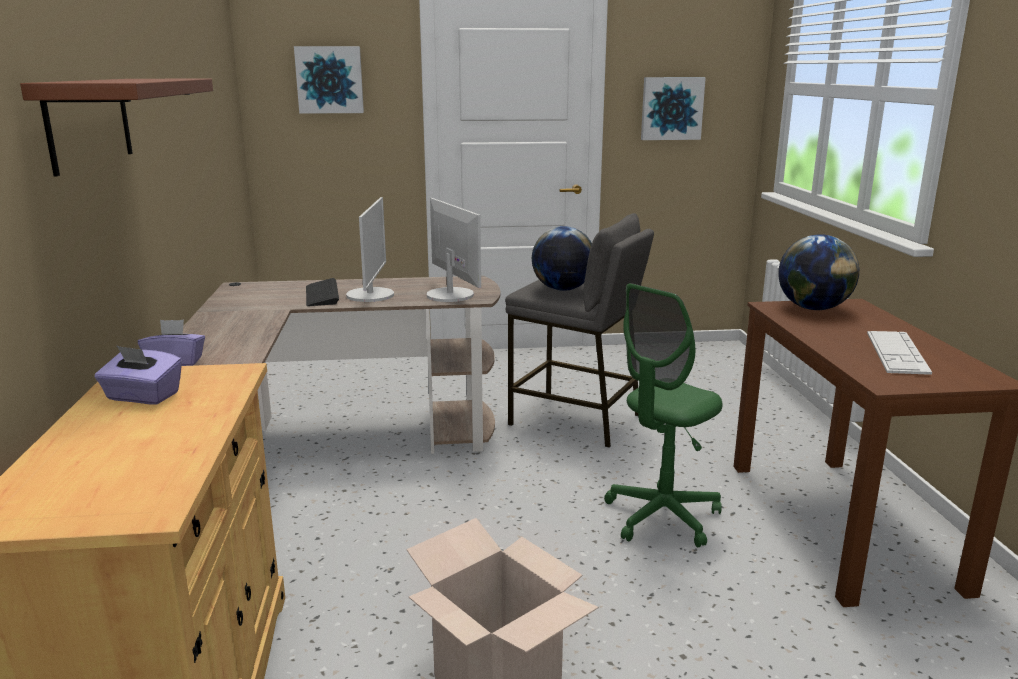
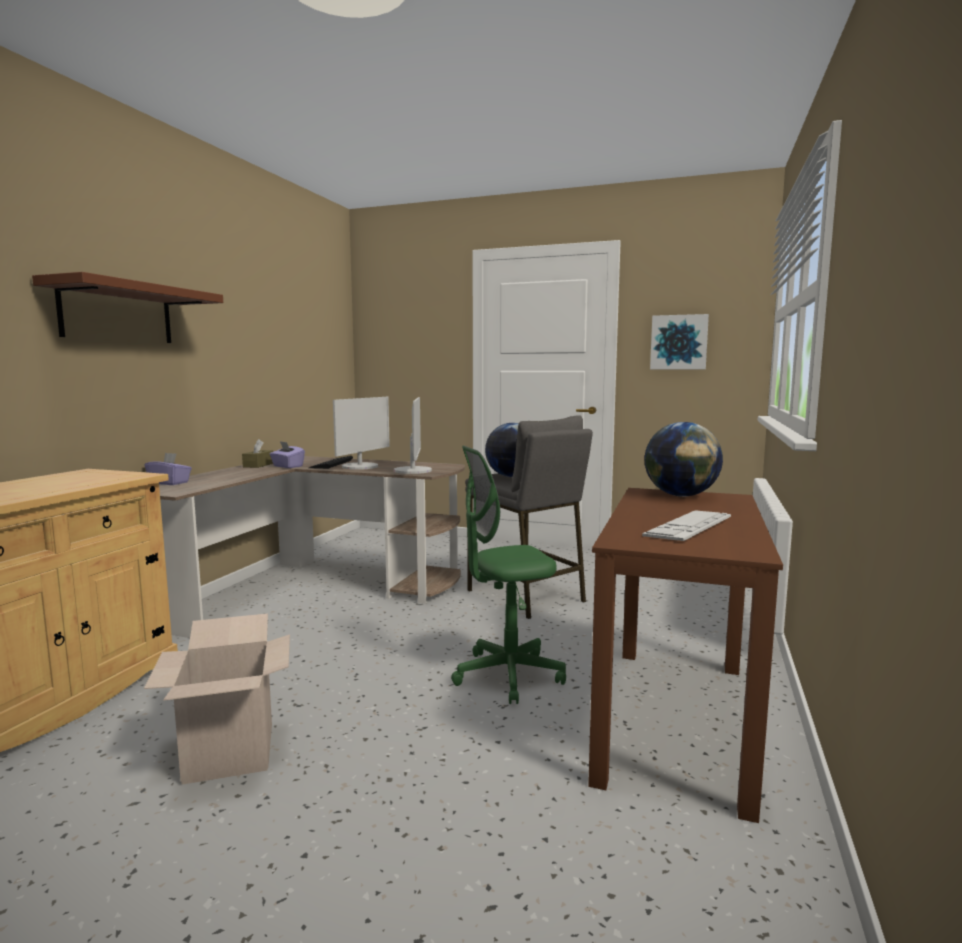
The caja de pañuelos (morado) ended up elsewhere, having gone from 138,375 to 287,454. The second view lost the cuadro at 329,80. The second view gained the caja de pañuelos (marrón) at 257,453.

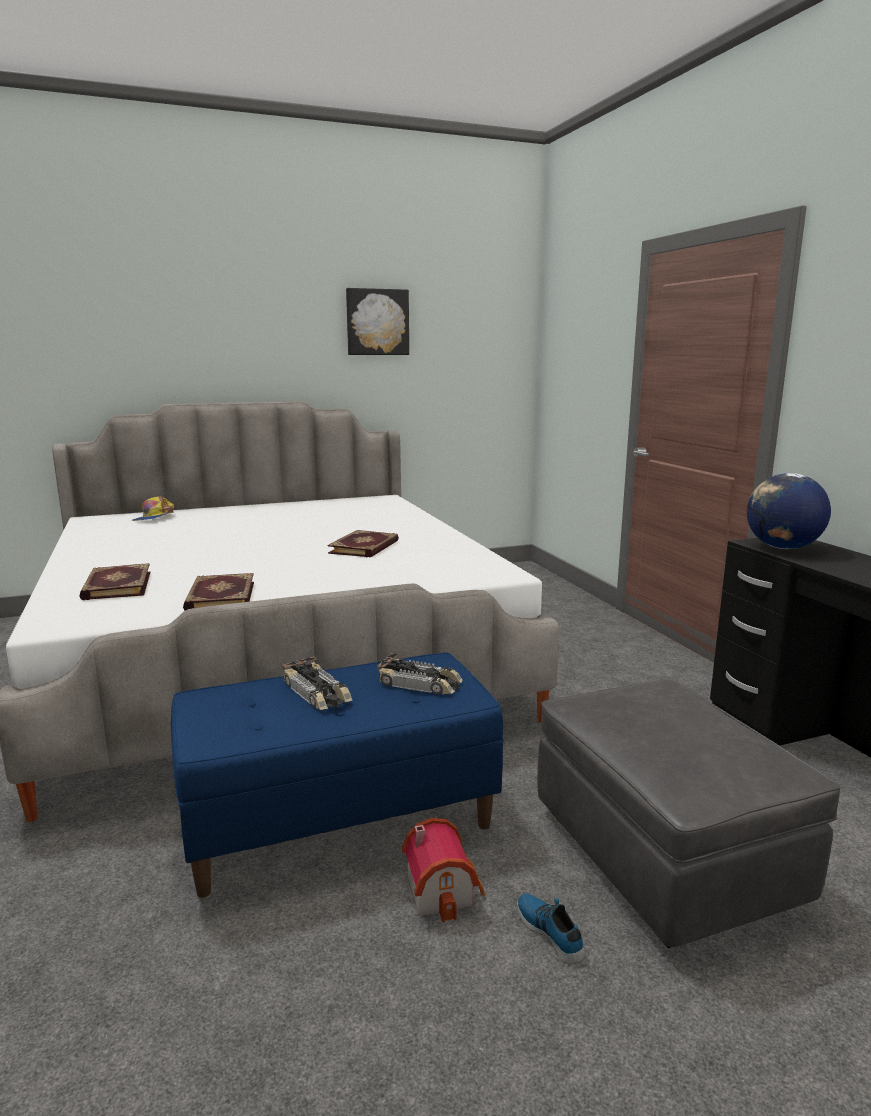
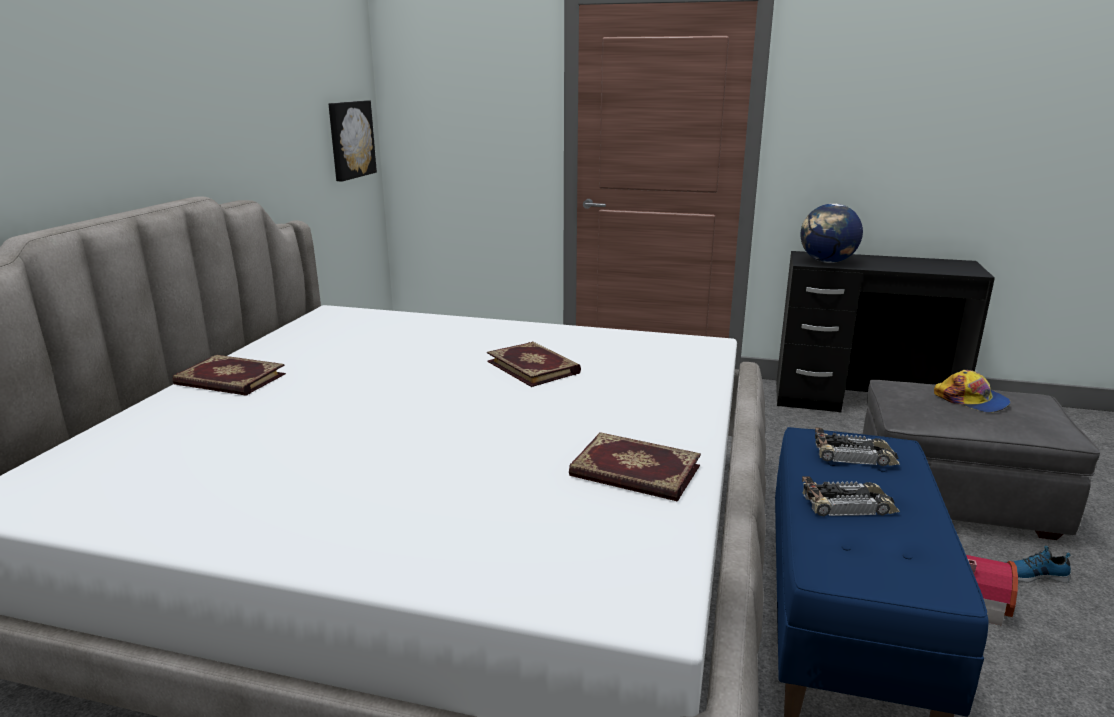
The libro ended up elsewhere, having gone from 114,581 to 229,375. The gorra ended up elsewhere, having gone from 153,508 to 972,391. The cuadro ended up elsewhere, having gone from 377,321 to 352,141. The coche de juguete at 420,673 ended up facing another way, 45 degrees clockwise from before.

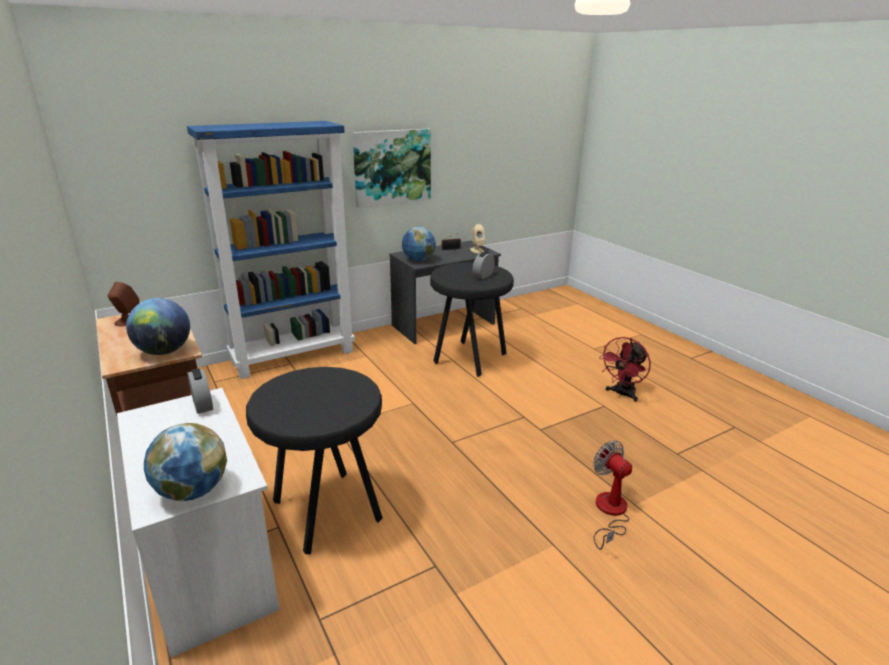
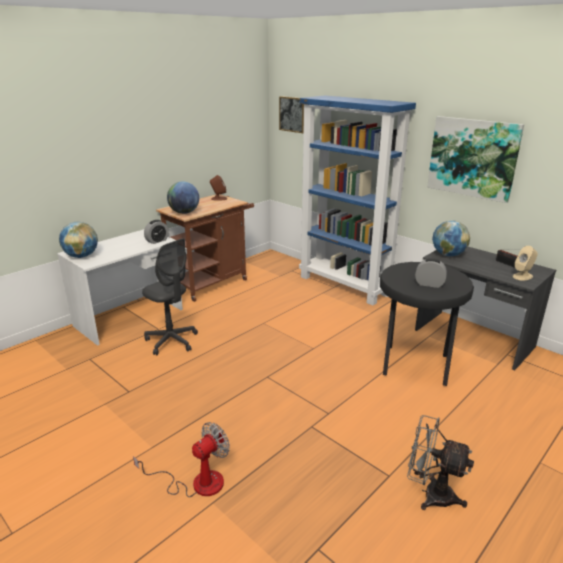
Where the taburete (negro) stood at 314,460, the silla de oficina (gris) came to stand at 170,296. What was the ventilador (rojo) at 625,369 turned into the ventilador (gris) at 440,462. The second view gained the cuadro at 291,114.

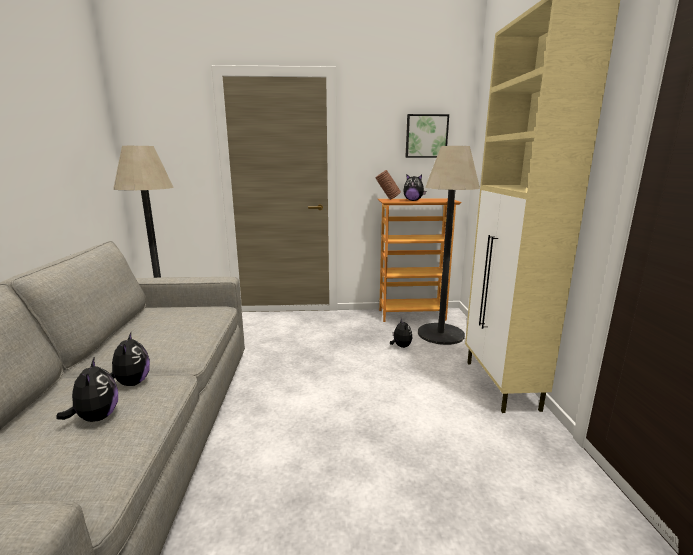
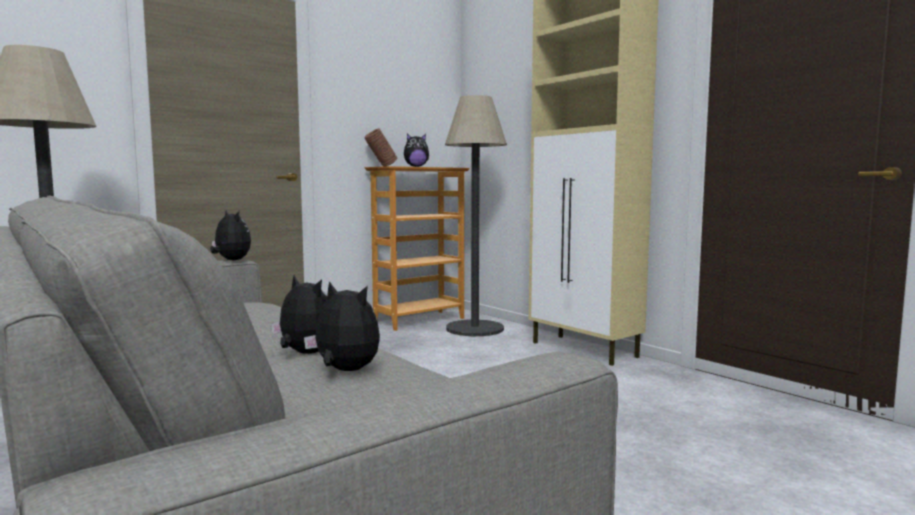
The peluche ended up elsewhere, having gone from 401,333 to 230,234. The second view lost the cuadro at 427,136.

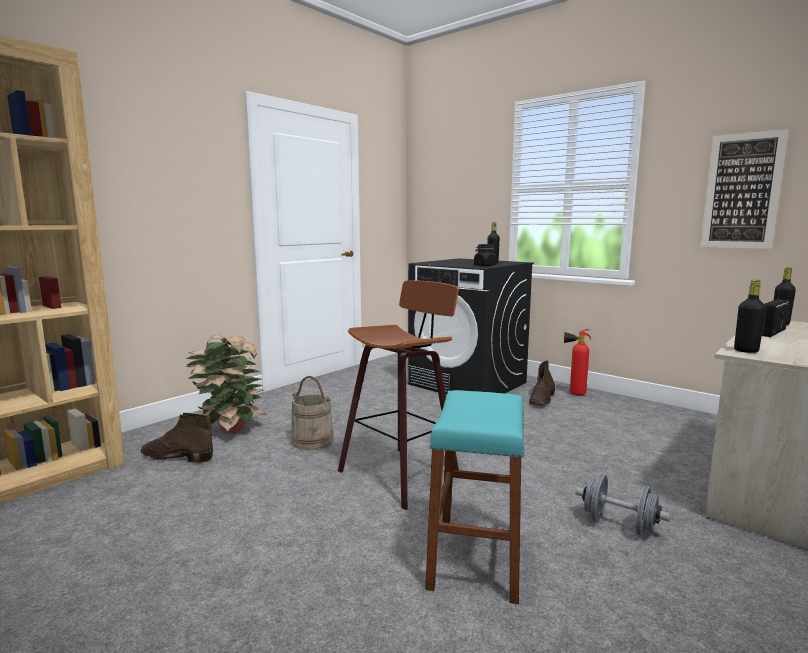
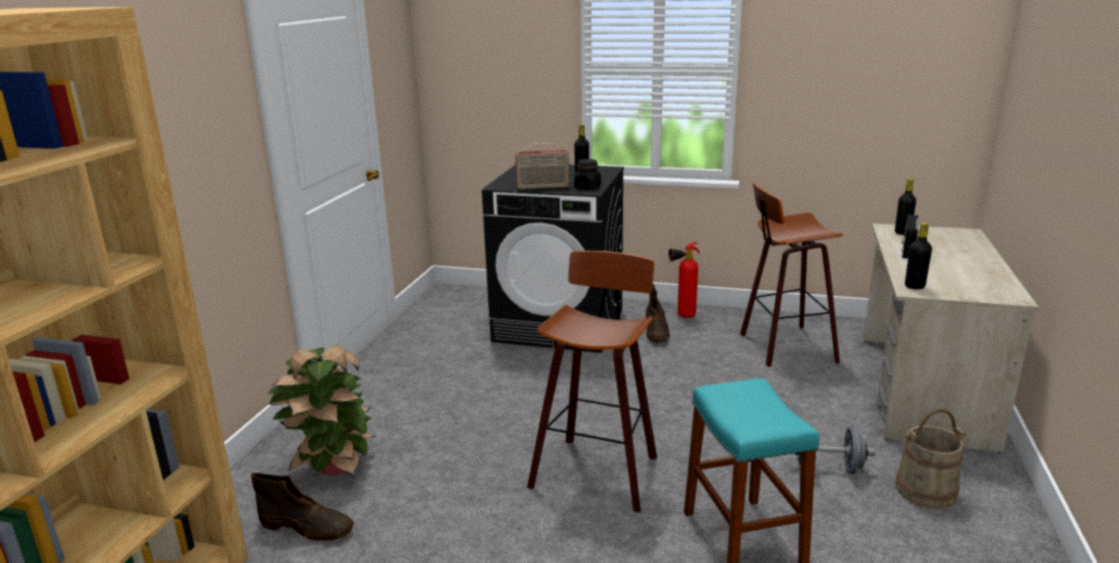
The bota (marrón) at 177,438 ended up facing another way, 150 degrees counterclockwise from before. The cubo (beis) ended up elsewhere, having gone from 312,413 to 930,459. The second view lost the cuadro at 744,189. The second view gained the radio at 542,166. The second view gained the taburete at 791,274.

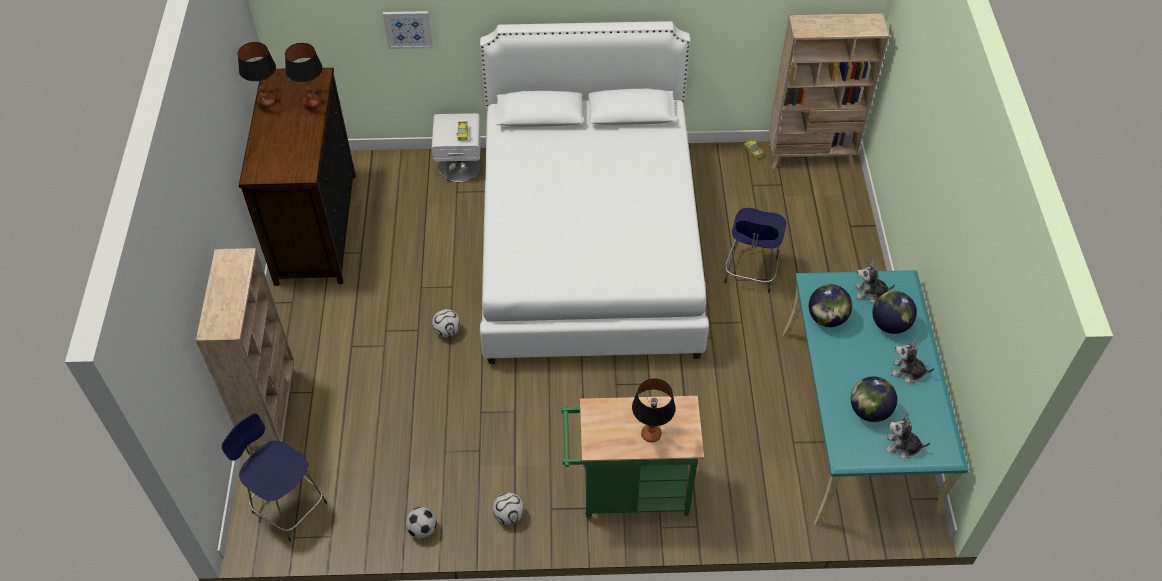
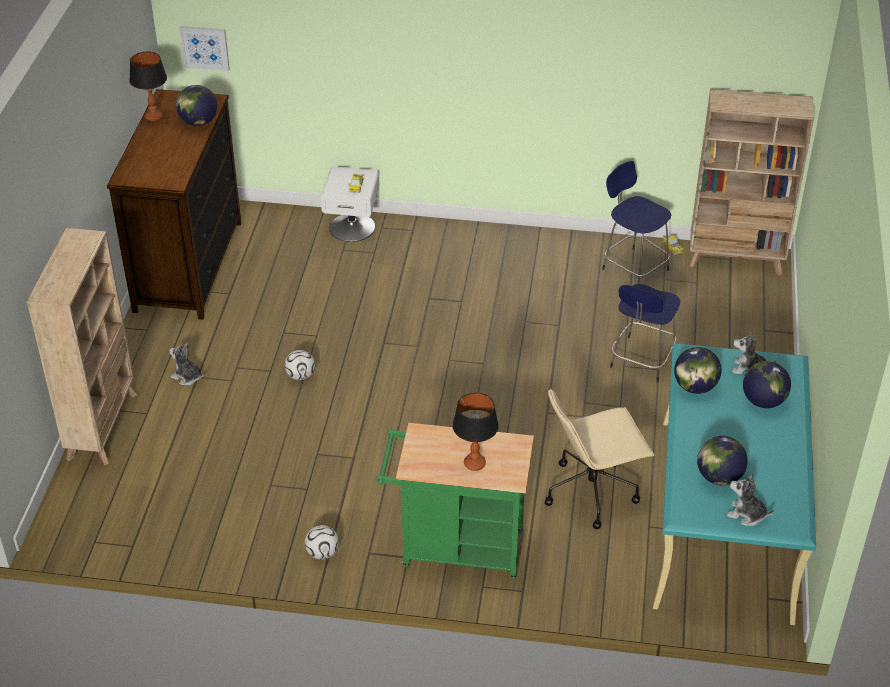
The taburete (azul) ended up elsewhere, having gone from 274,477 to 636,222. Where the lámpara de mesa stood at 304,75, the globo terráqueo came to stand at 196,105. The cuadro ended up elsewhere, having gone from 408,30 to 204,48. The second view lost the balón de fútbol at 421,523. The second view lost the cama (blanco) at 594,192. The peluche ended up elsewhere, having gone from 912,361 to 186,364. The second view gained the silla de oficina (beis) at 599,459.

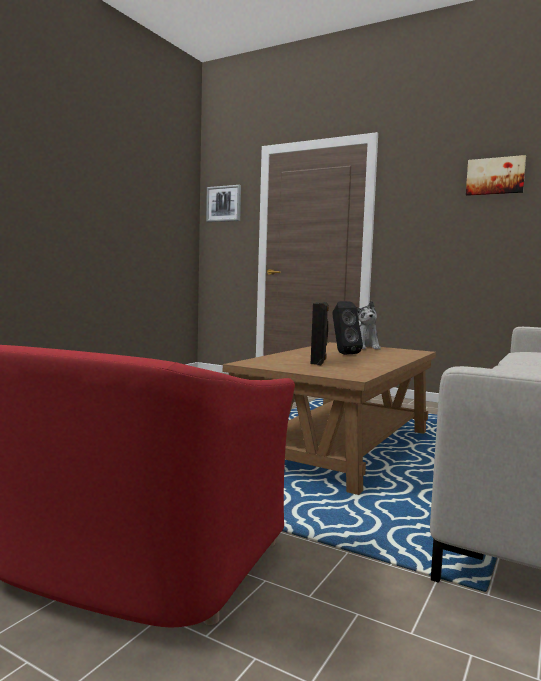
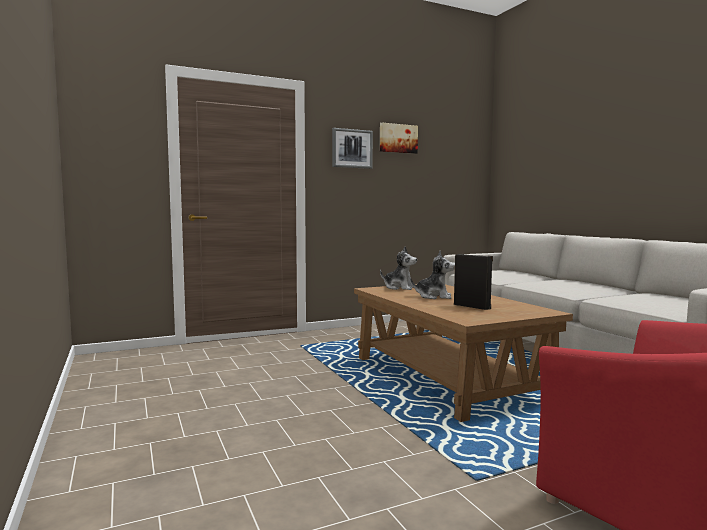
The cuadro ended up elsewhere, having gone from 223,203 to 352,148. Where the altavoz (negro) stood at 347,328, the peluche came to stand at 432,275.

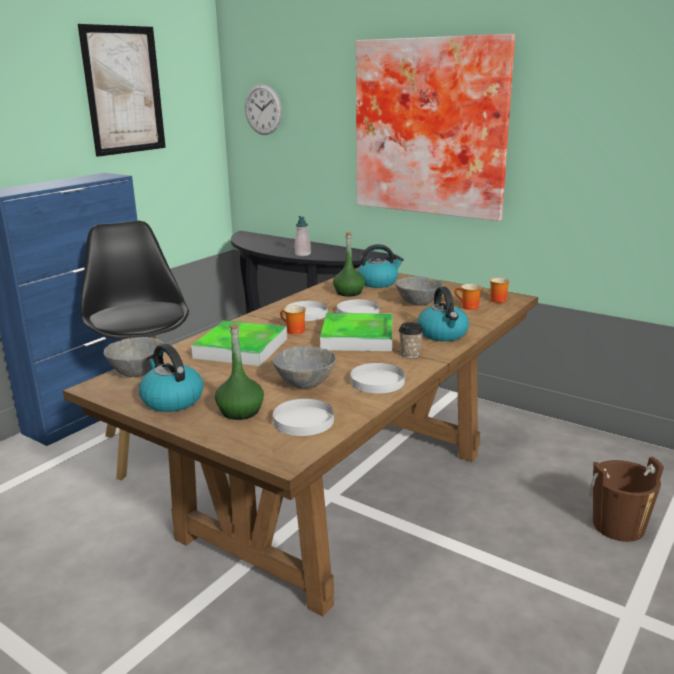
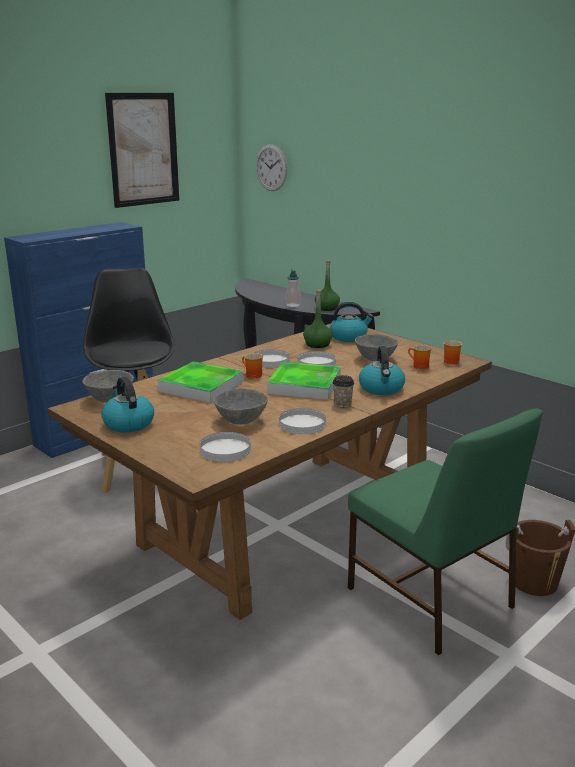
The botella (verde) ended up elsewhere, having gone from 239,372 to 327,285. The second view lost the cuadro at 435,127. The second view gained the silla (verde) at 445,531.

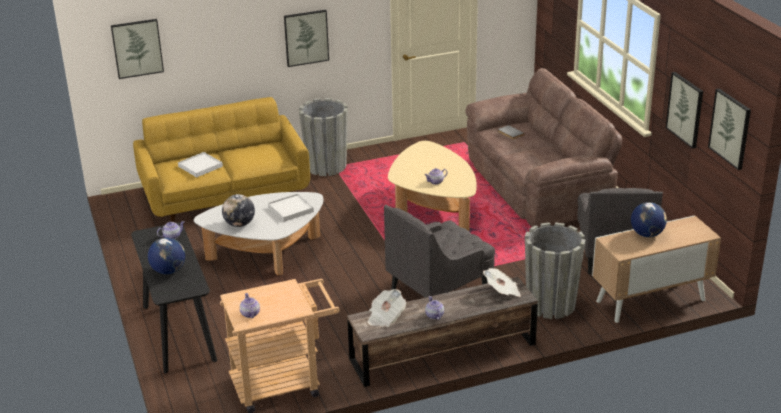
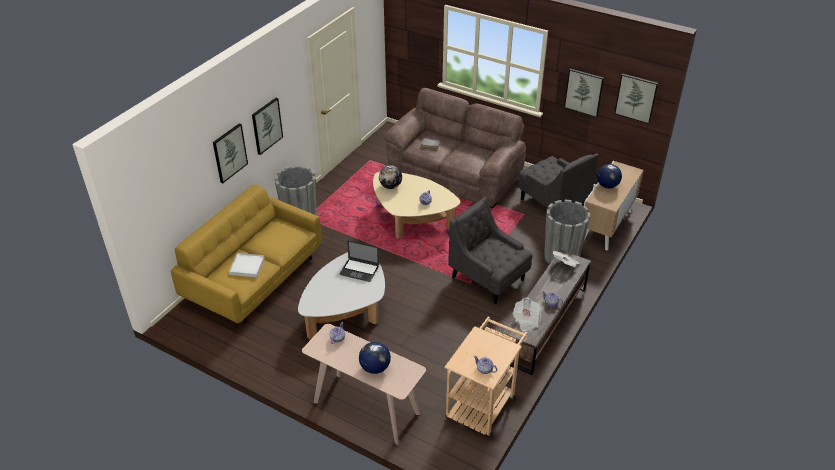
The cuadro ended up elsewhere, having gone from 137,49 to 230,153. What was the mesa consola (negro) at 174,298 turned into the mesa consola (beis) at 364,384. The globo terráqueo ended up elsewhere, having gone from 238,210 to 390,177. Where the bandeja (blanco) stood at 291,208, the portátil came to stand at 359,261. The sillón (gris) at 439,251 ended up facing another way, 120 degrees clockwise from before.

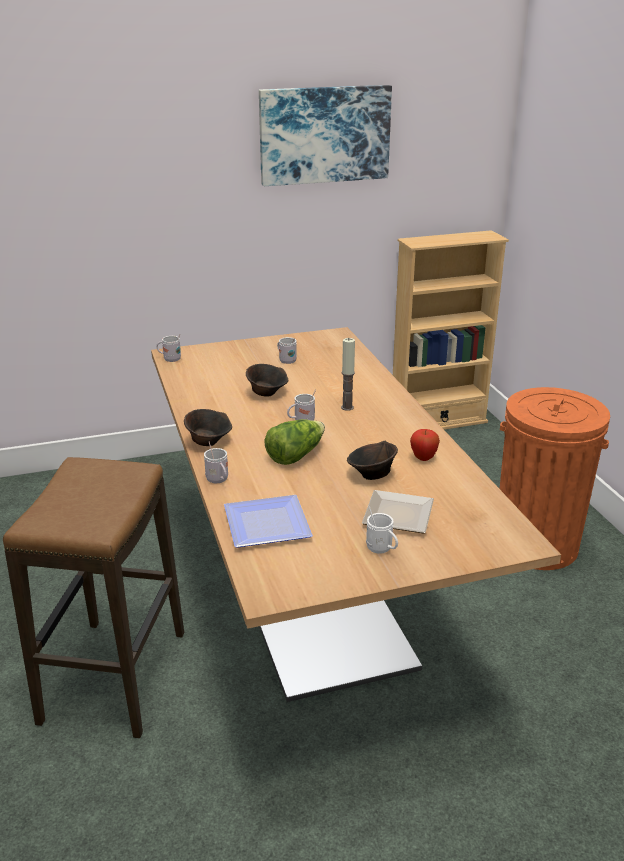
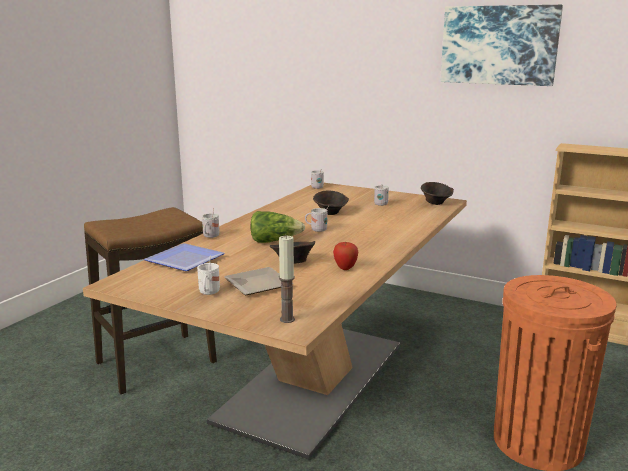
The cuenco (marrón) ended up elsewhere, having gone from 208,427 to 437,193. The vela ended up elsewhere, having gone from 348,374 to 287,279.

